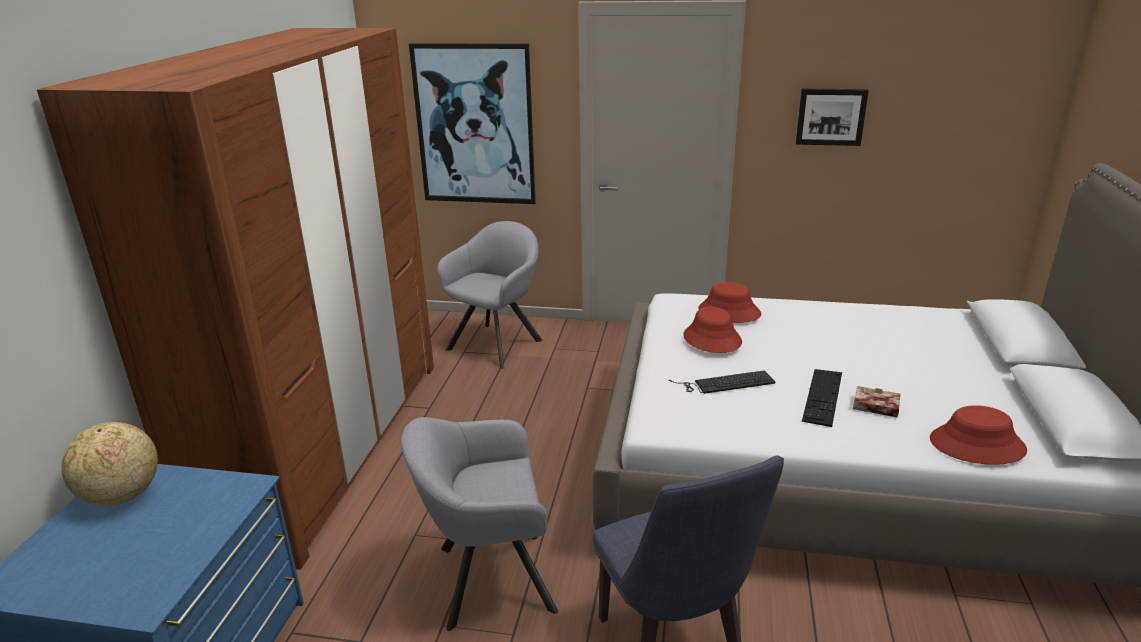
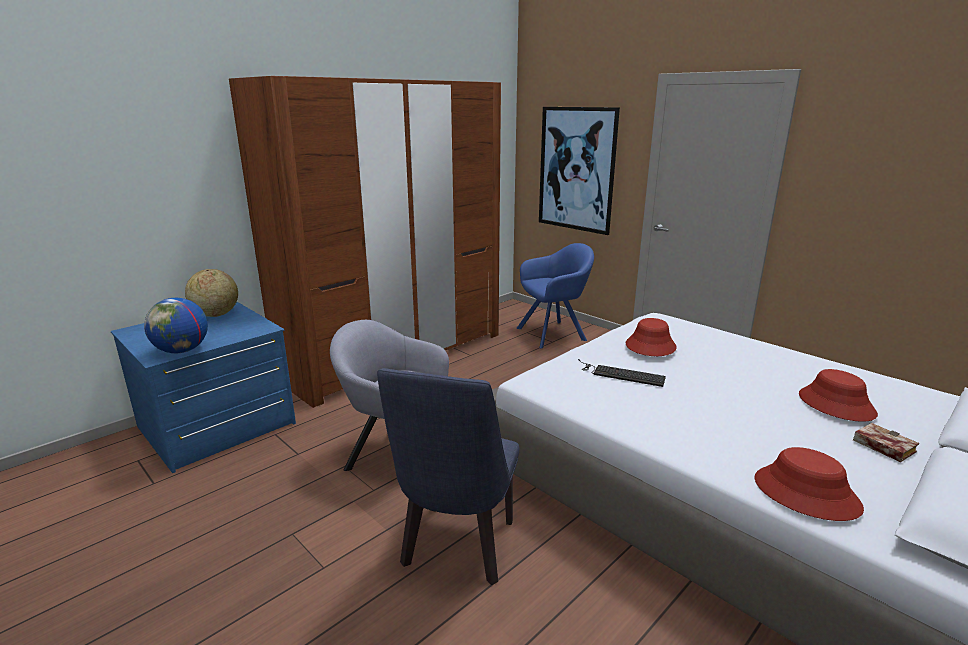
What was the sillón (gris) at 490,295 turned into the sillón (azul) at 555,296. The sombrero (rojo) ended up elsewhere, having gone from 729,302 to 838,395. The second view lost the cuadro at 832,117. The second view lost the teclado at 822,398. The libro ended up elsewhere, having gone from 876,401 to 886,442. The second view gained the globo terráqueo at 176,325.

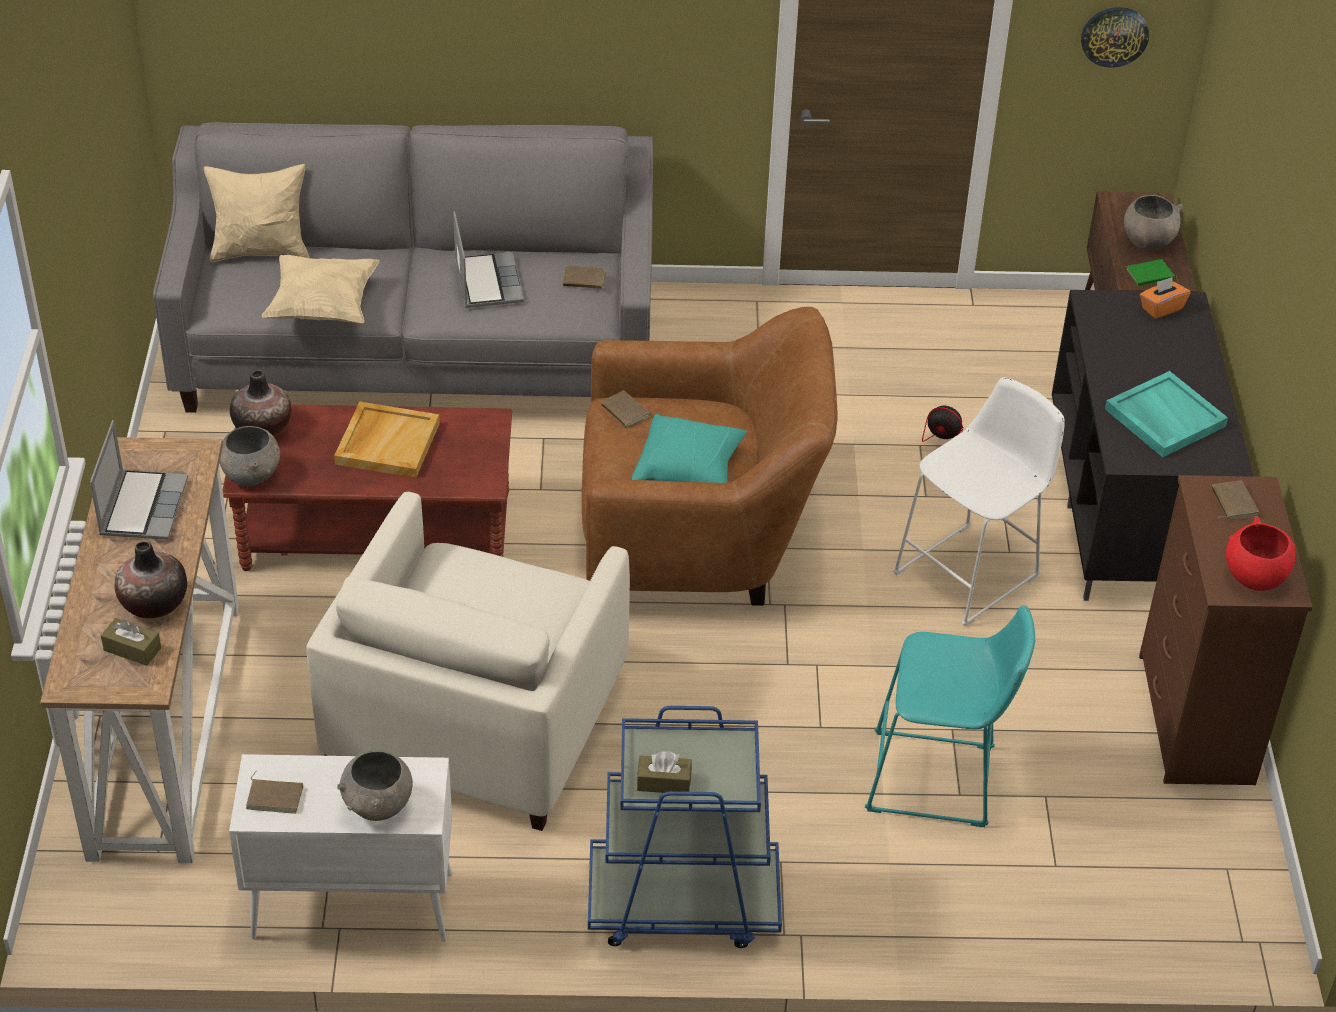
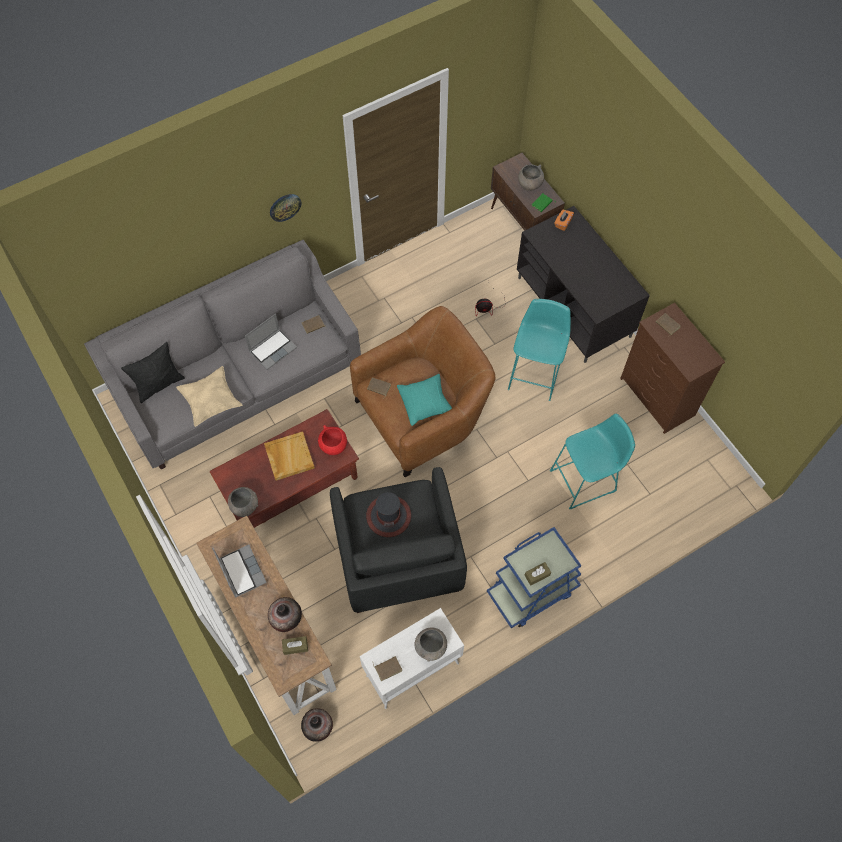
What was the cojín (beis) at 257,213 turned into the cojín (negro) at 153,372. The florero ended up elsewhere, having gone from 260,403 to 317,725. What was the sillón (beis) at 468,661 turned into the sillón (negro) at 398,540. The portátil at 488,259 ended up facing another way, 90 degrees clockwise from before. What was the taburete (blanco) at 979,502 turned into the taburete (turquesa) at 539,350. The reloj de pared ended up elsewhere, having gone from 1115,37 to 285,208. The second view lost the bandeja (turquesa) at 1166,414. The cuenco (rojo) ended up elsewhere, having gone from 1260,554 to 332,440. The second view gained the sombrero at 388,514.

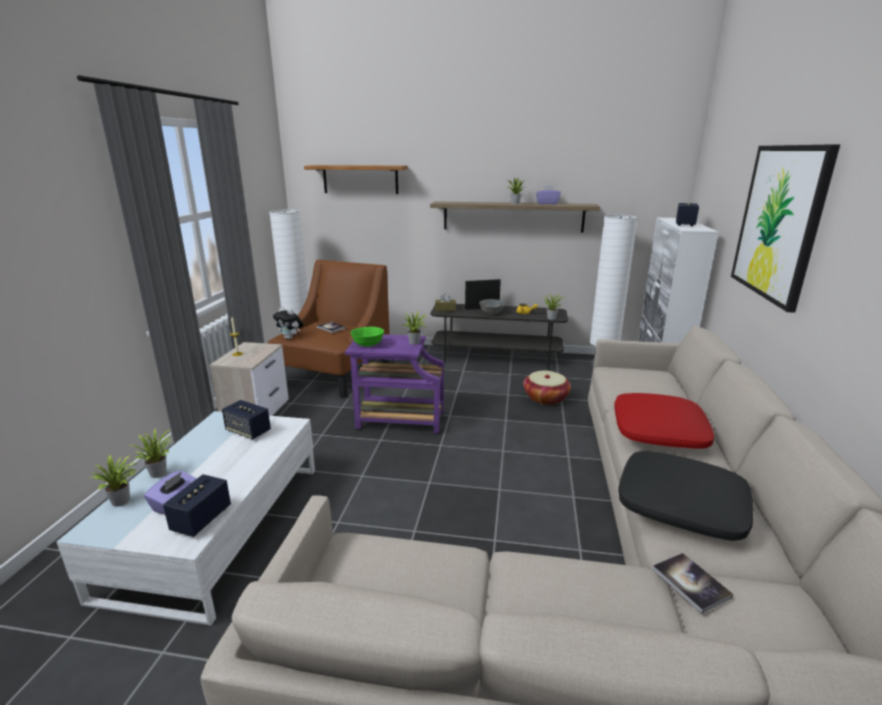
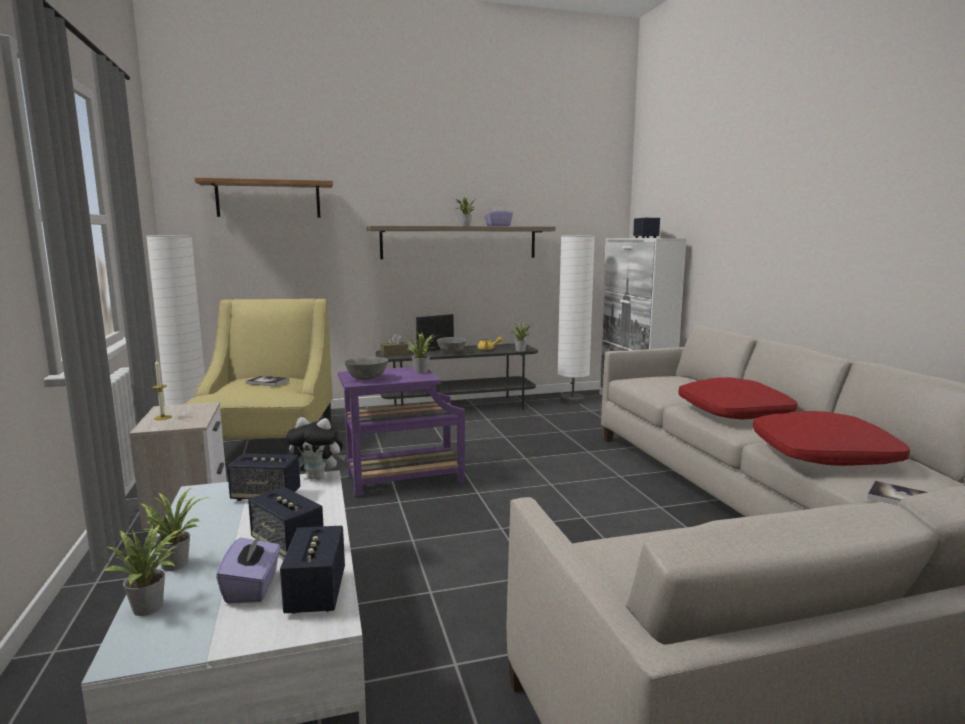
What was the sillón (marrón) at 329,329 turned into the sillón (amarillo) at 259,385. The peluche ended up elsewhere, having gone from 288,323 to 316,448. What was the cuenco (verde) at 367,337 turned into the cuenco (gris) at 366,368. The second view lost the cesta at 547,388. What was the cojín (negro) at 685,496 turned into the cojín (rojo) at 831,438. The second view lost the cuadro at 785,228. The second view gained the altavoz at 286,522.

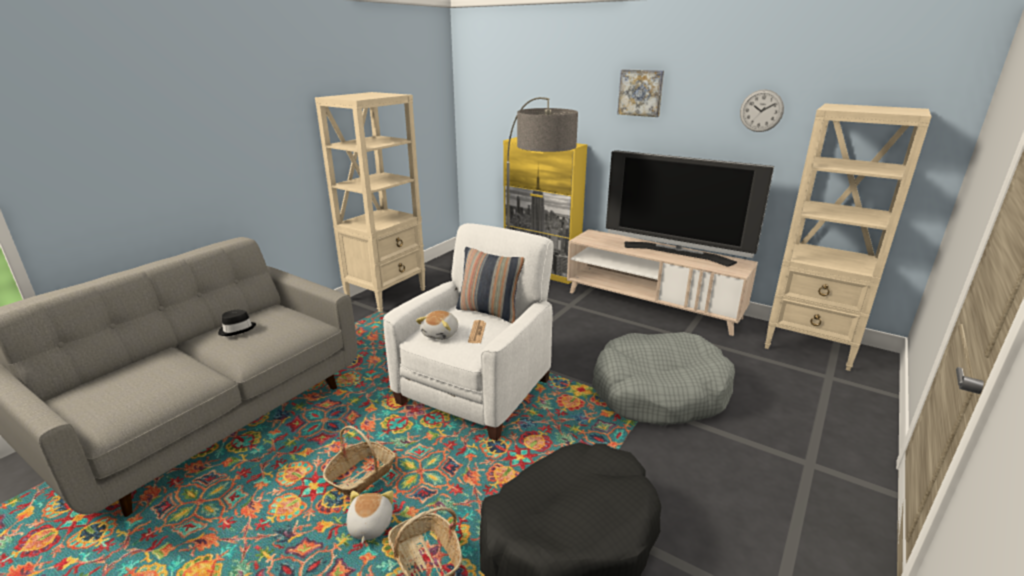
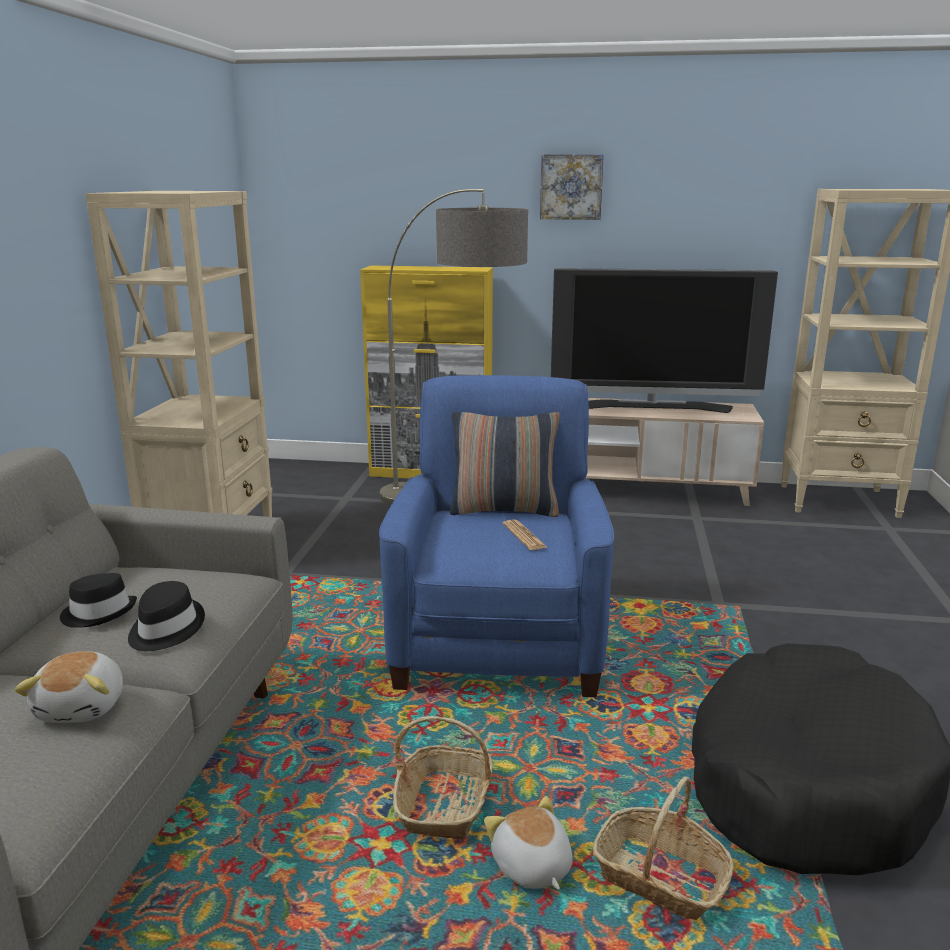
What was the sillón (blanco) at 468,332 turned into the sillón (azul) at 496,536. The peluche ended up elsewhere, having gone from 437,325 to 68,687. The second view lost the cama para perro (gris) at 663,379. The second view lost the reloj de pared at 762,110. The second view gained the sombrero (negro) at 166,616.

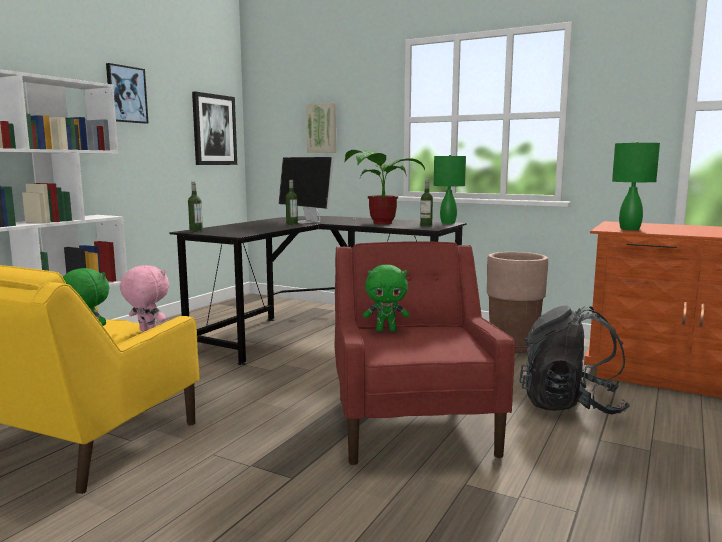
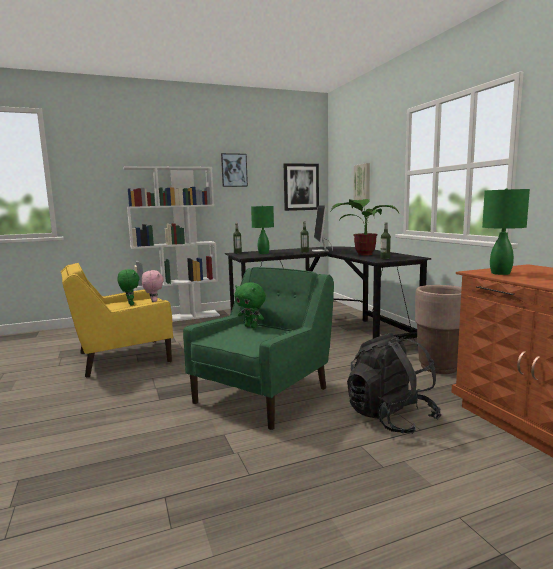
What was the sillón (rojo) at 424,353 turned into the sillón (verde) at 258,348. The lámpara de mesa (verde) ended up elsewhere, having gone from 450,189 to 262,229.

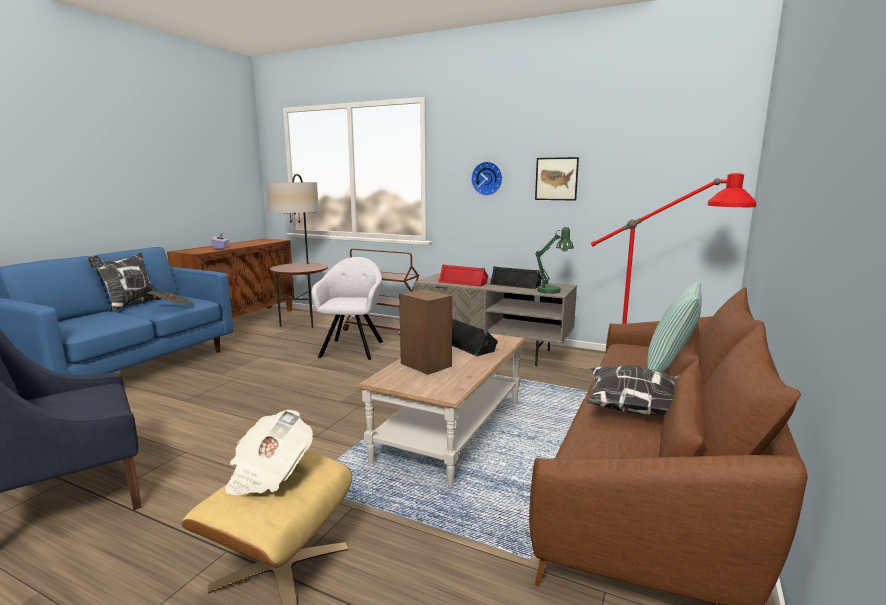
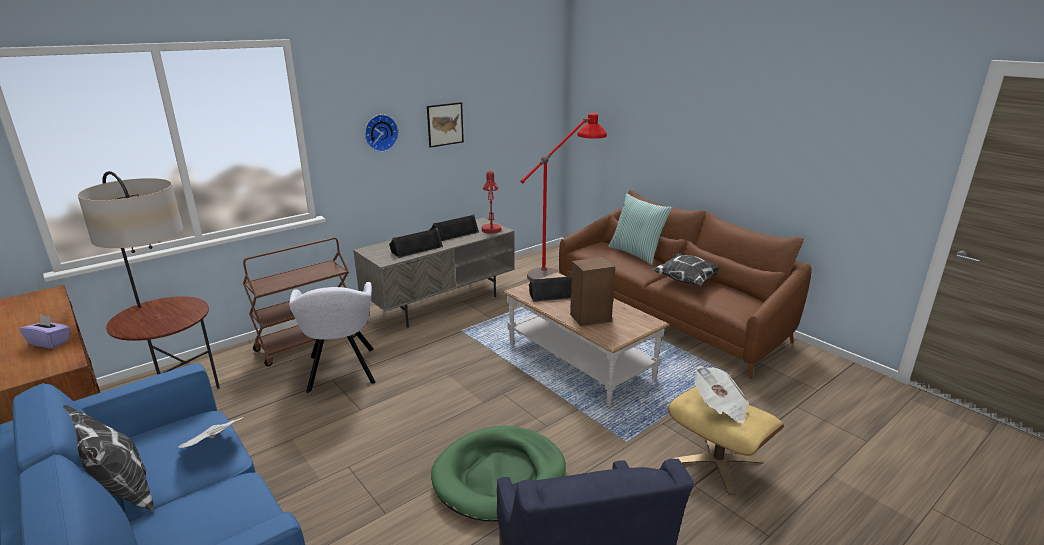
The sillón (gris) at 347,308 ended up facing another way, 135 degrees counterclockwise from before. What was the altavoz (rojo) at 463,275 turned into the altavoz (negro) at 416,243. What was the lámpara de mesa (verde) at 554,260 turned into the lámpara de mesa (rojo) at 492,202. The second view gained the cama para perro (verde) at 498,474.

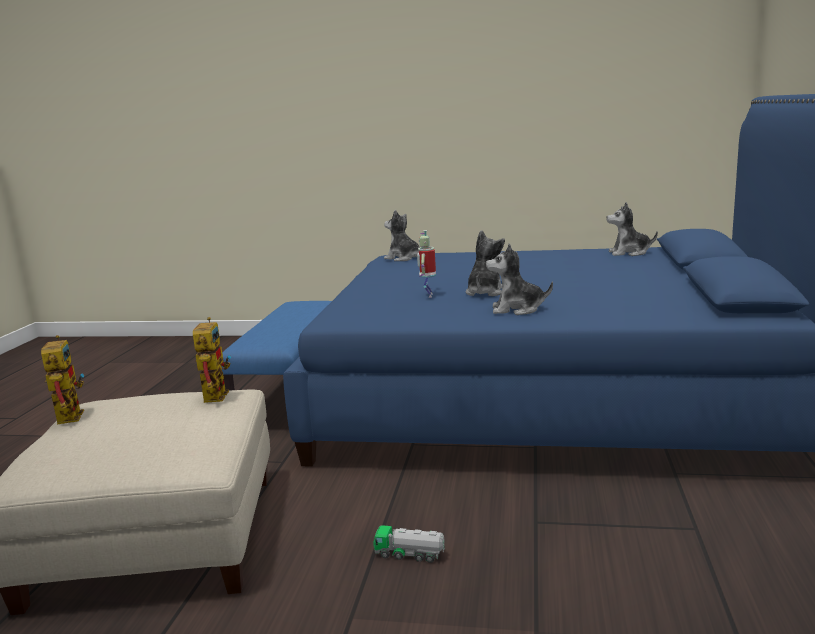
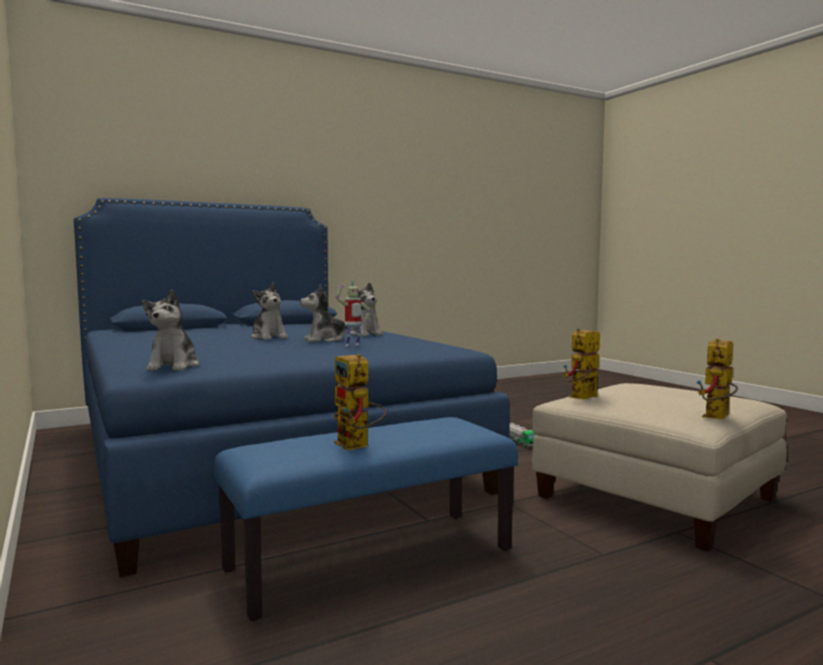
The peluche ended up elsewhere, having gone from 632,229 to 269,311. The second view gained the robot de juguete at 360,402.

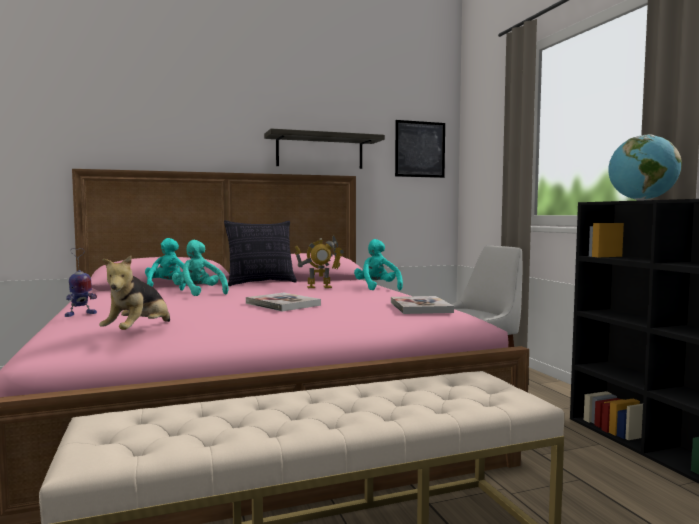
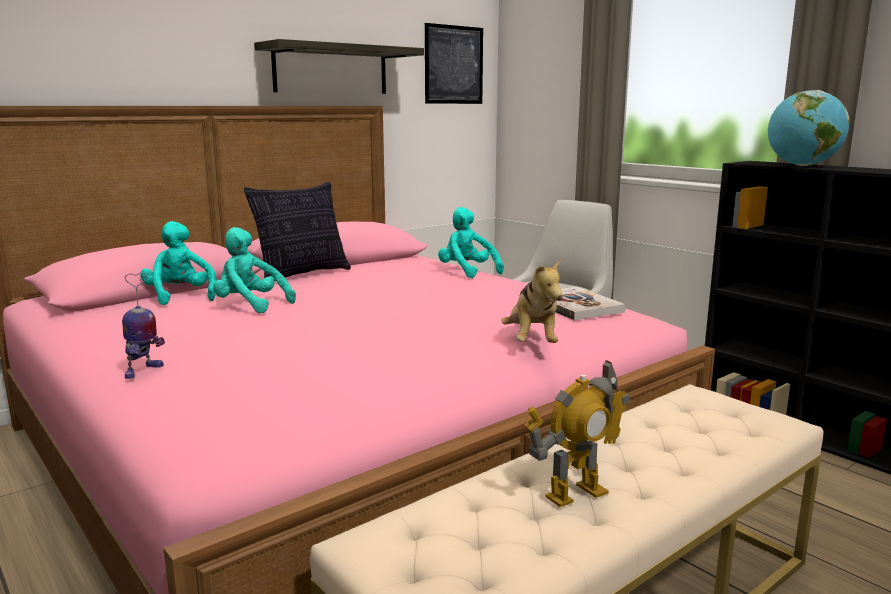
The peluche ended up elsewhere, having gone from 134,293 to 532,301. The second view lost the libro at 283,302. The robot de juguete ended up elsewhere, having gone from 319,261 to 577,433.

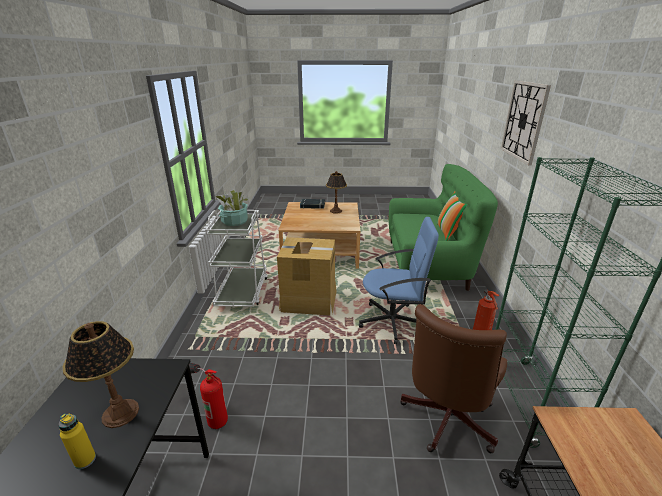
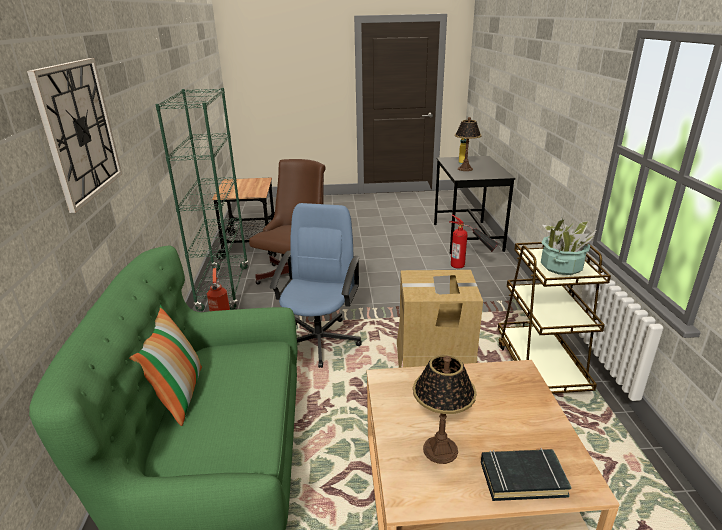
What was the carrito (blanco) at 236,258 turned into the carrito (marrón) at 554,318. The silla de oficina (azul) at 399,280 ended up facing another way, 105 degrees clockwise from before.

